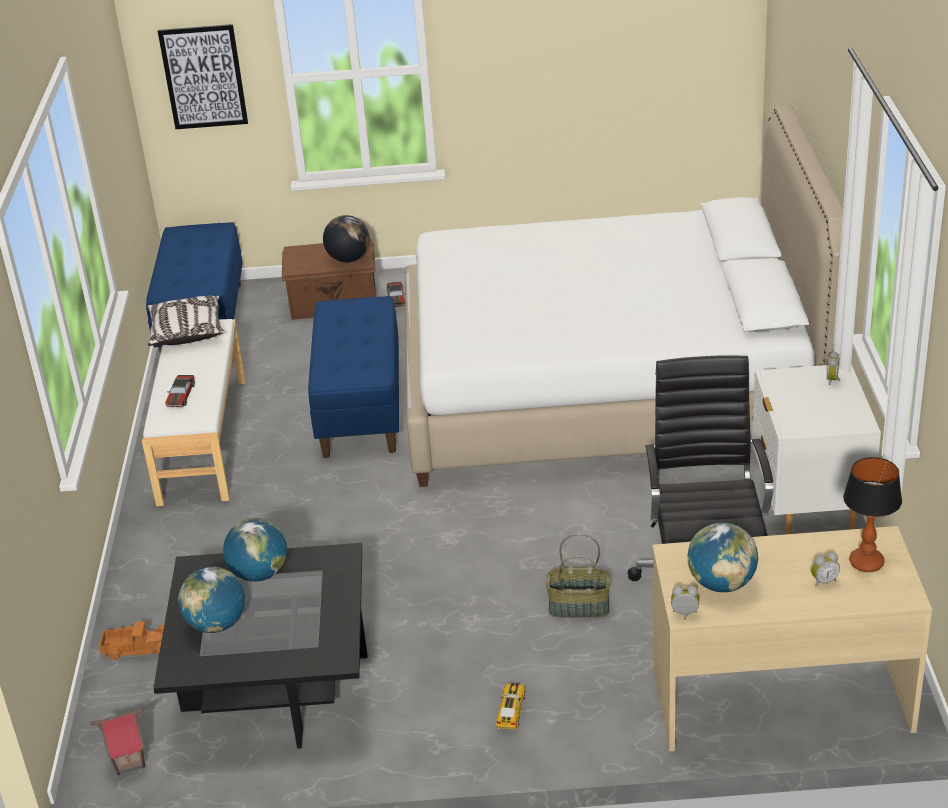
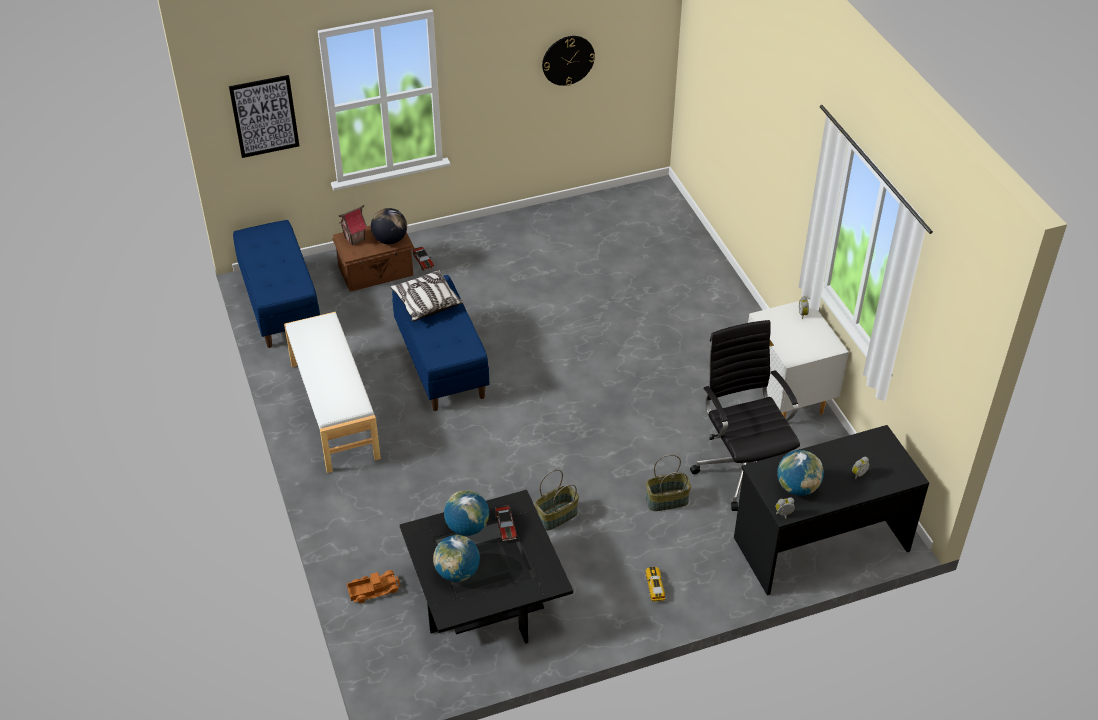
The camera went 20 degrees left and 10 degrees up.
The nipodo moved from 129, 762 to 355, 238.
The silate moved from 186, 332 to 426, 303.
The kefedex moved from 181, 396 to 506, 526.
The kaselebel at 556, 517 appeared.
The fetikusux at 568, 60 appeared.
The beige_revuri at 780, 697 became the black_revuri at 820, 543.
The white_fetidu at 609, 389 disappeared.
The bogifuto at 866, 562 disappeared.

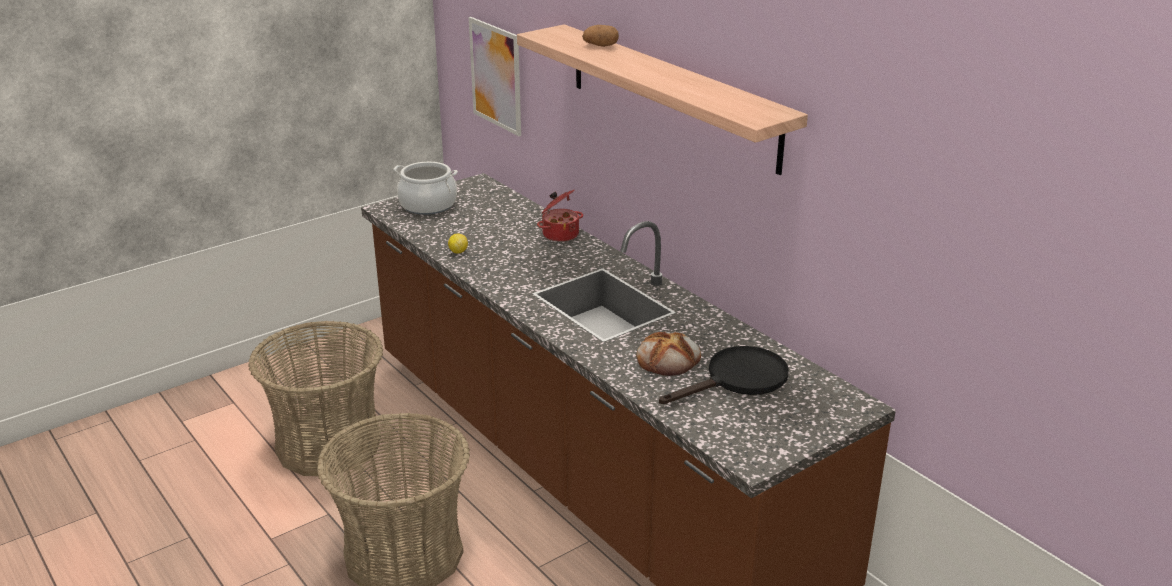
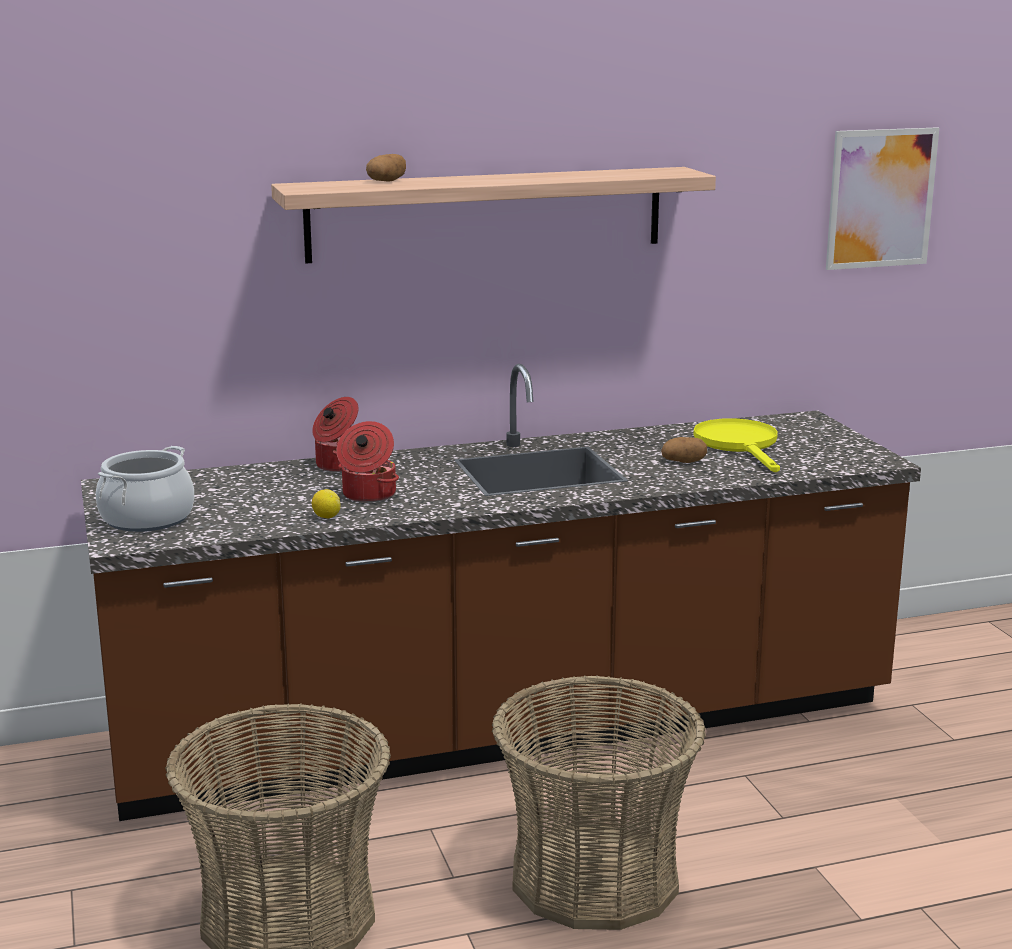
The camera went 70 degrees left and 10 degrees down.
The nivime at 368, 495 appeared.
The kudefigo at 668, 359 was replaced by the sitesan at 683, 462.
The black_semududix at 738, 379 became the yellow_semududix at 740, 445.
The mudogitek moved from 496, 76 to 881, 198.

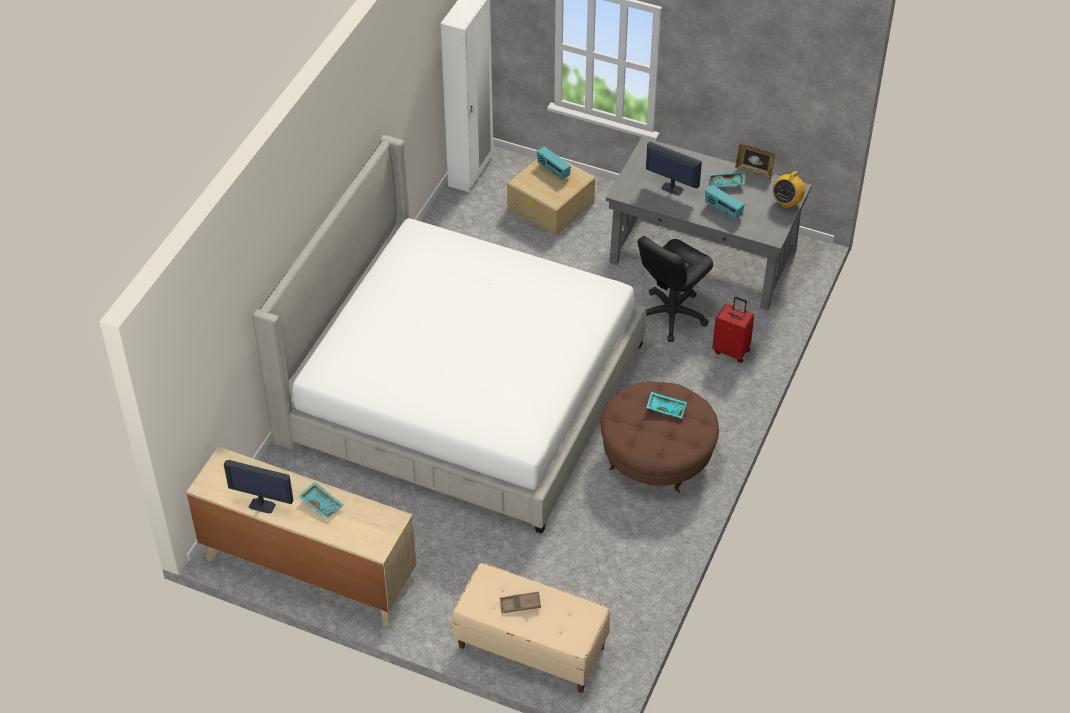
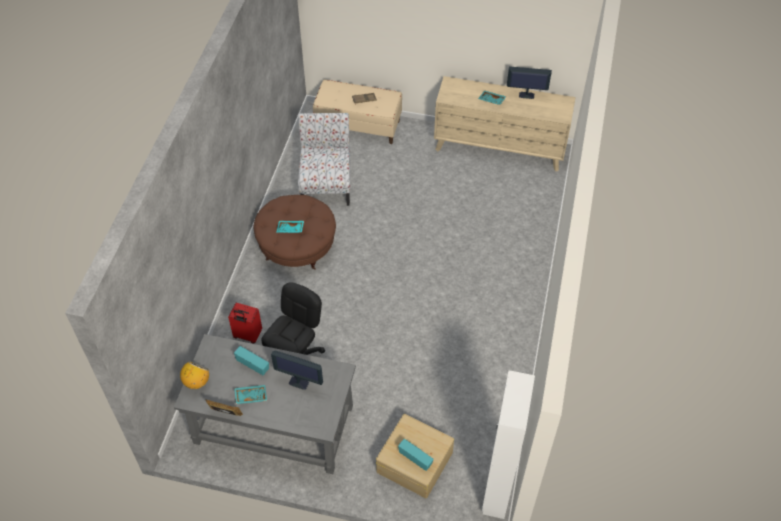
The camera went 170 degrees right and 5 degrees up.
The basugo at 326, 183 appeared.
The fetidu at 462, 392 disappeared.

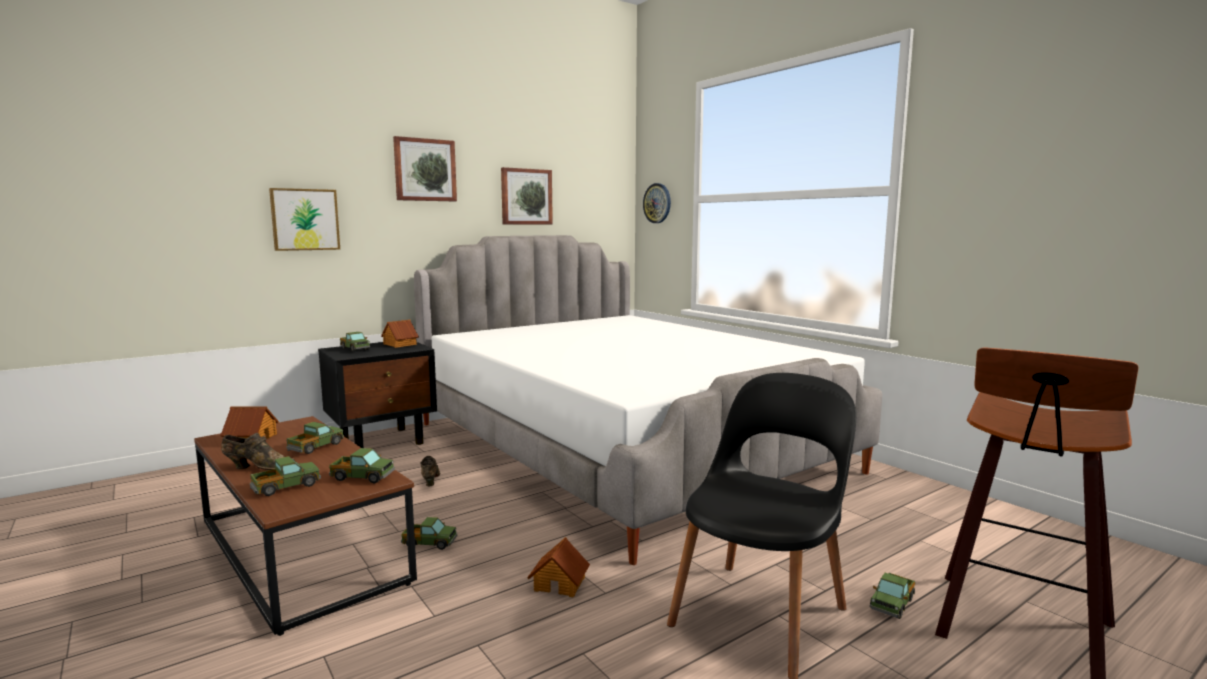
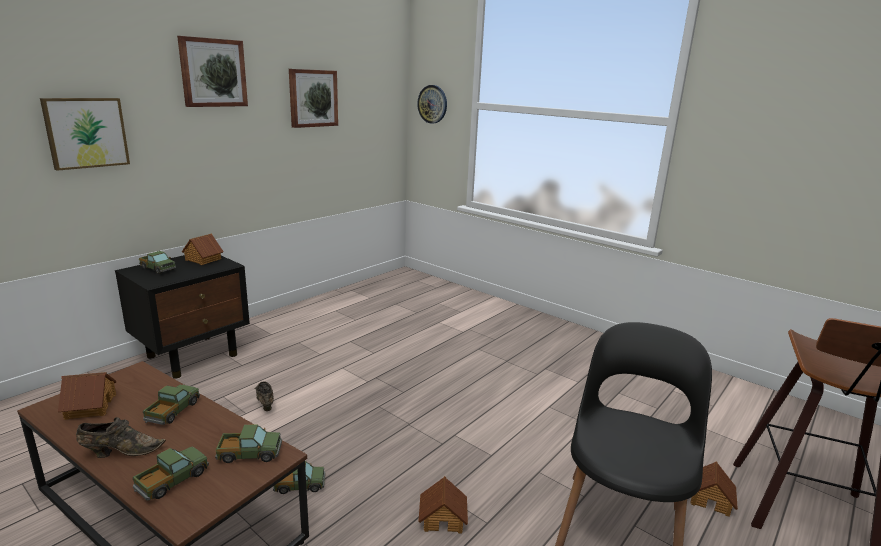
The camera went 15 degrees left and 10 degrees up.
The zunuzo at 892, 604 was replaced by the nipodo at 709, 499.
The fetidu at 624, 446 disappeared.

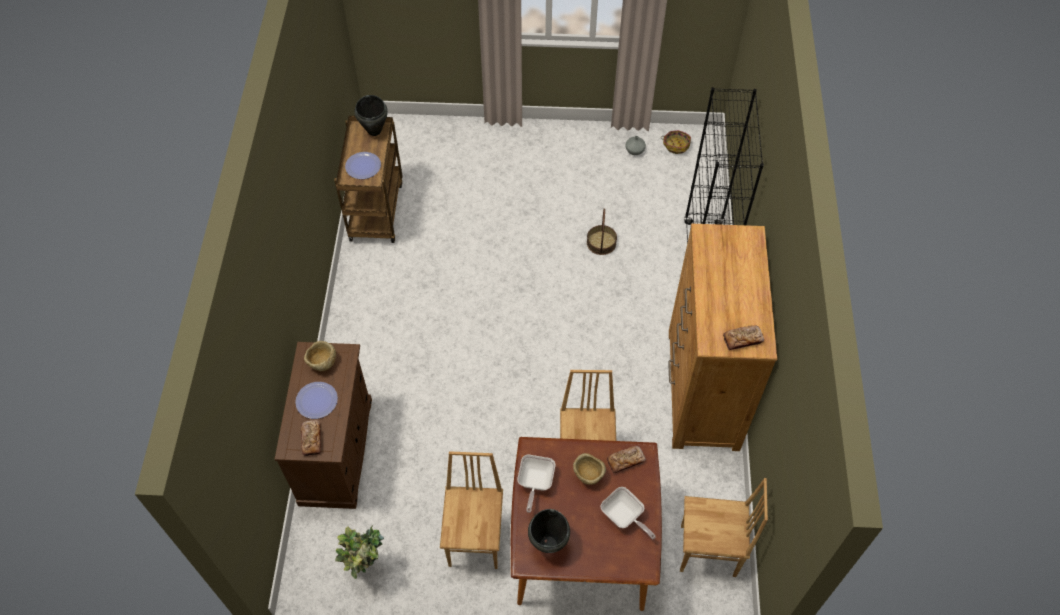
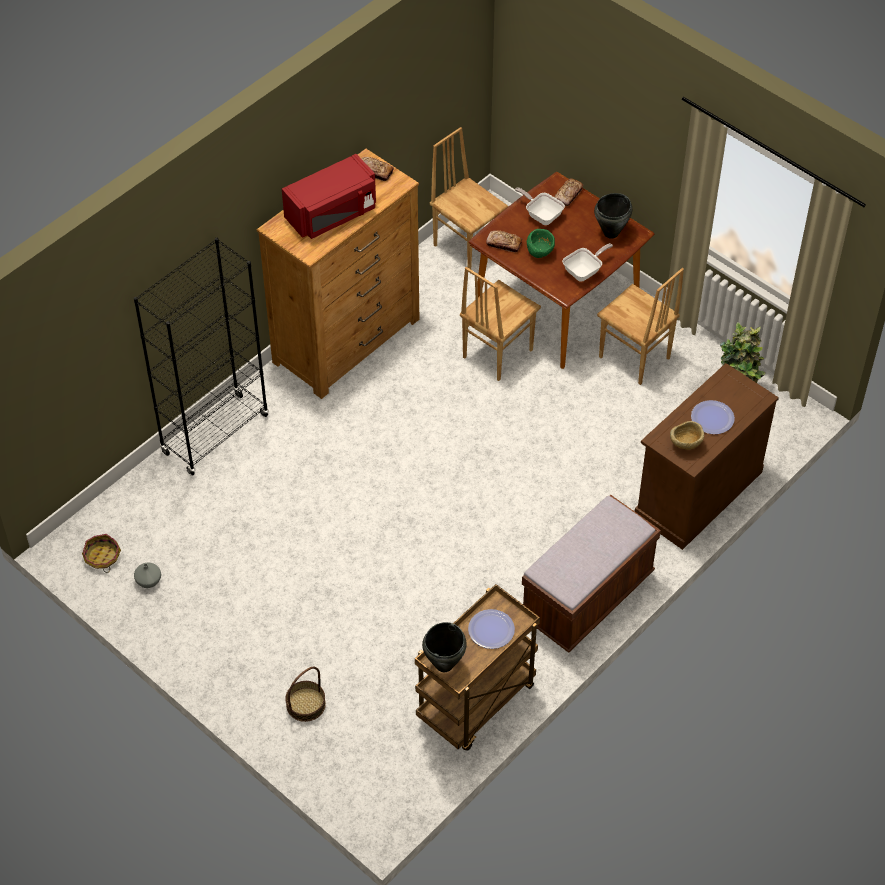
The camera went 140 degrees left and 5 degrees down.
The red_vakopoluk at 332, 214 appeared.
The kaselebel moved from 601, 243 to 305, 704.
The semududix at 624, 517 turned 45 degrees counterclockwise.
The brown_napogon at 587, 597 appeared.
The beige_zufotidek at 588, 475 became the green_zufotidek at 540, 252.
The kudefigo moved from 311, 439 to 568, 195.
The brown_basugo at 476, 540 turned 90 degrees counterclockwise.

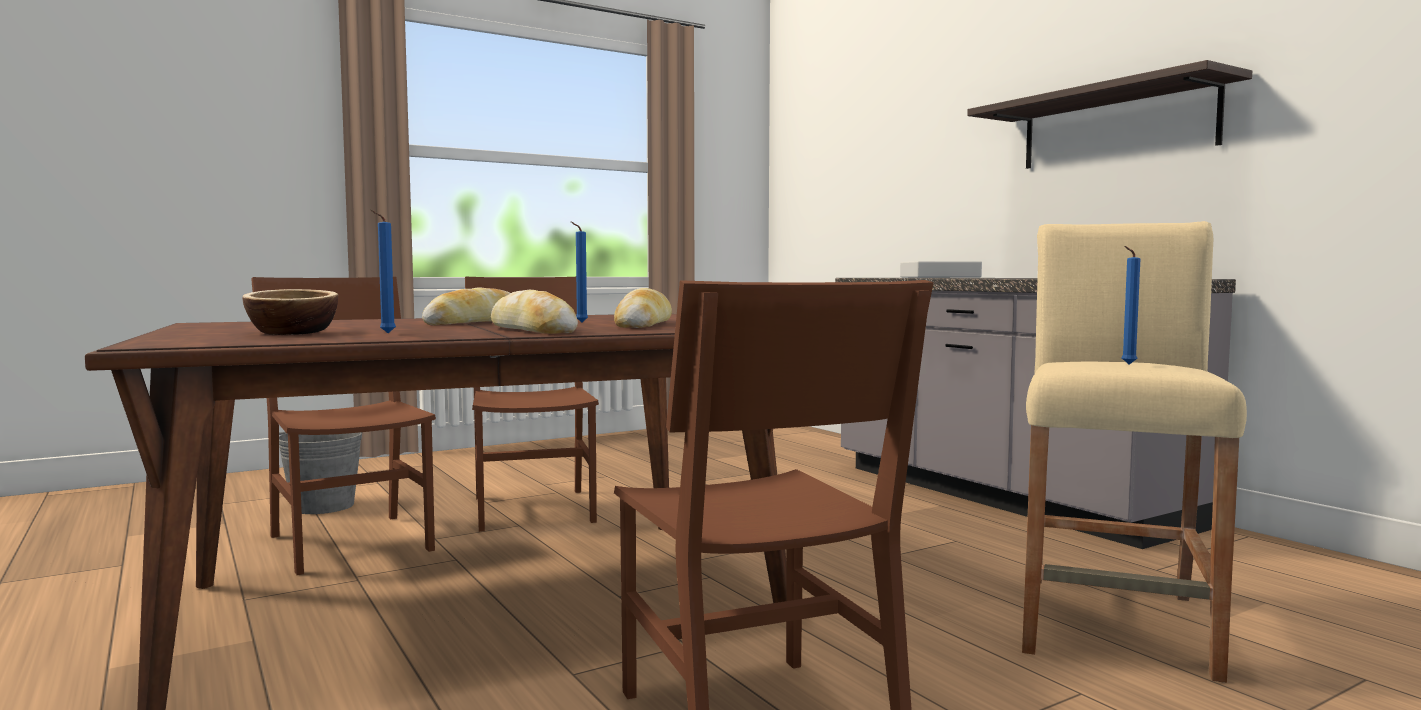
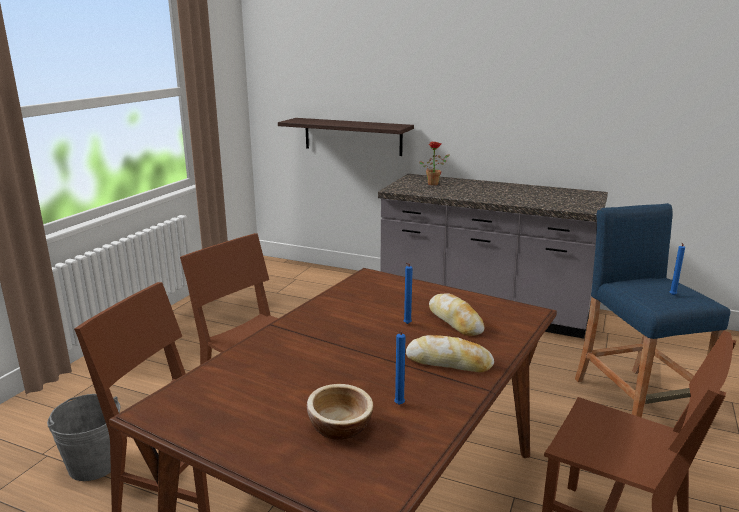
The camera went 35 degrees left and 15 degrees up.
The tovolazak moved from 1116, 126 to 352, 136.
The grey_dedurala at 939, 277 was replaced by the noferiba at 434, 183.
The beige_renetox at 1114, 623 became the blue_renetox at 635, 400.
The kudefigo at 476, 323 disappeared.

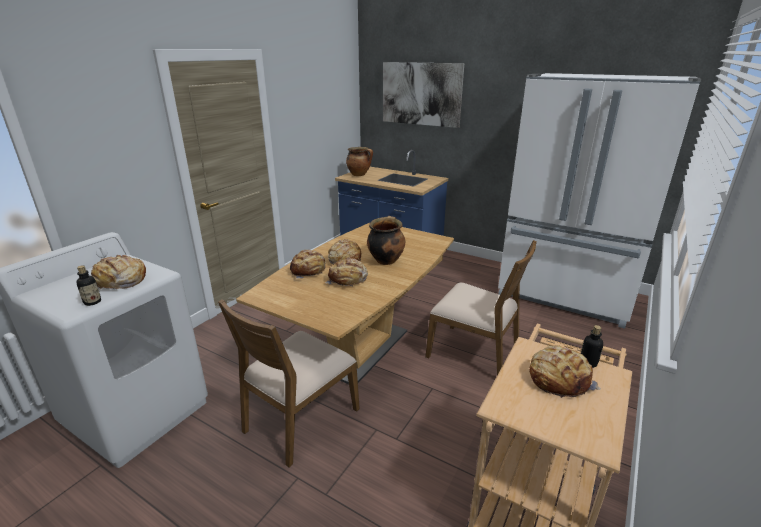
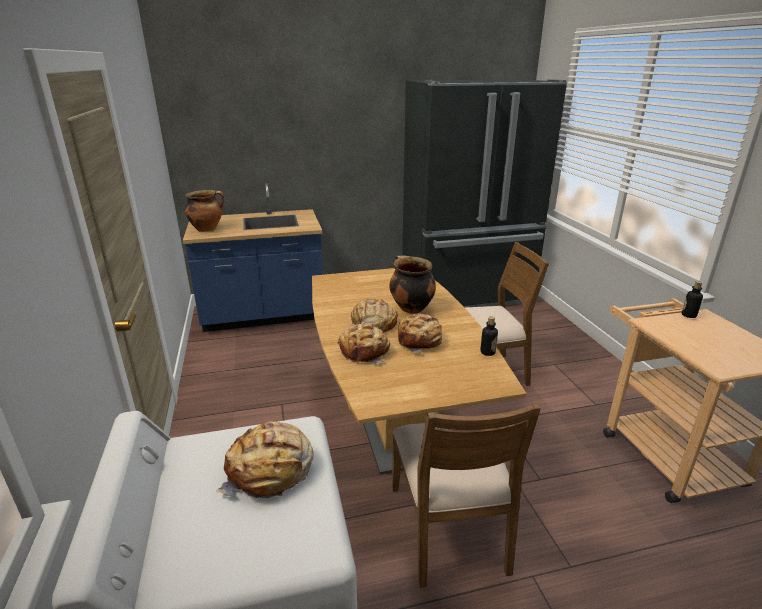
The camera went 45 degrees left and 0 degrees up.
The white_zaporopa at 565, 295 became the black_zaporopa at 467, 296.
The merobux moved from 92, 302 to 487, 352.
The mudogitek at 421, 94 disappeared.
The kudefigo at 558, 379 disappeared.

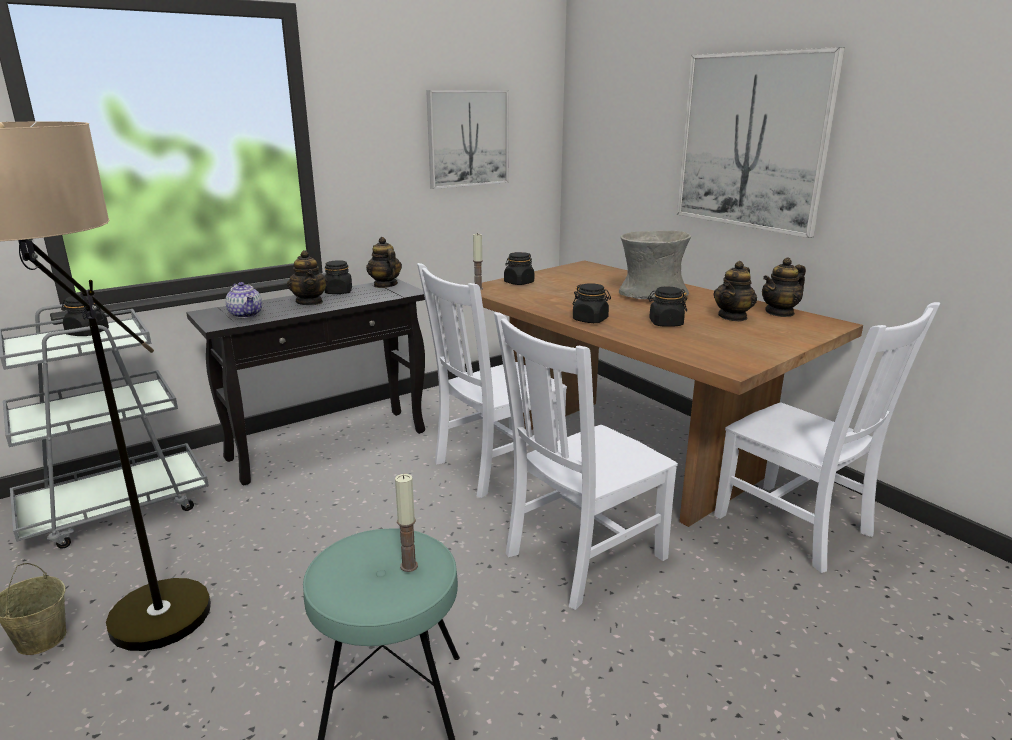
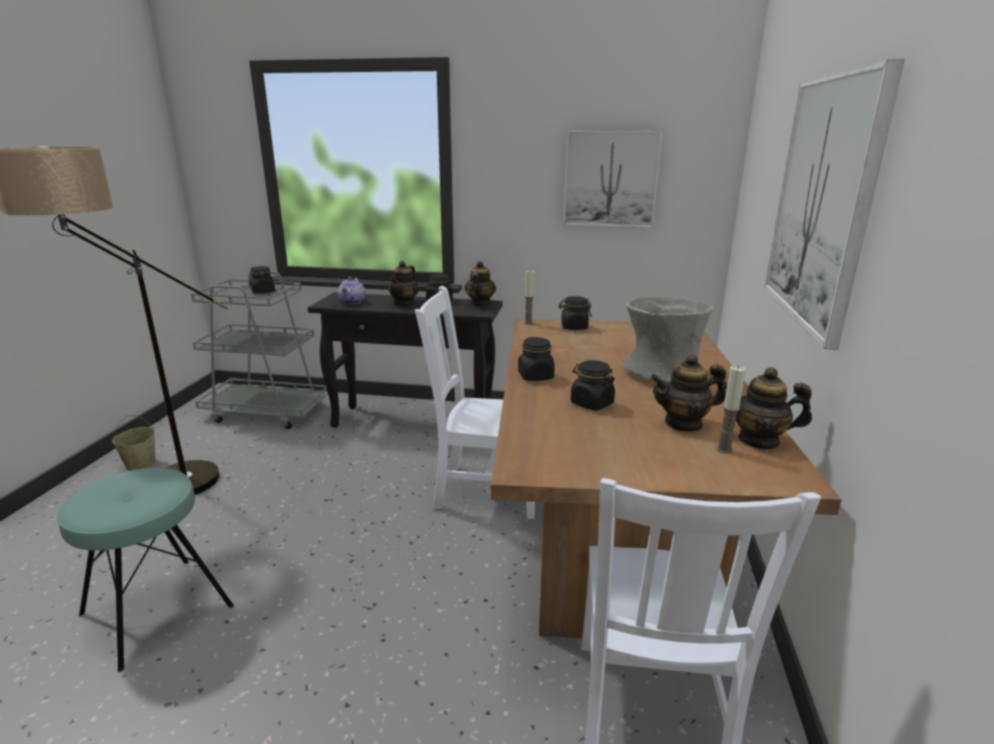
The camera went 45 degrees right and 0 degrees up.
The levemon moved from 409, 566 to 724, 449.
The white_basugo at 581, 558 disappeared.

